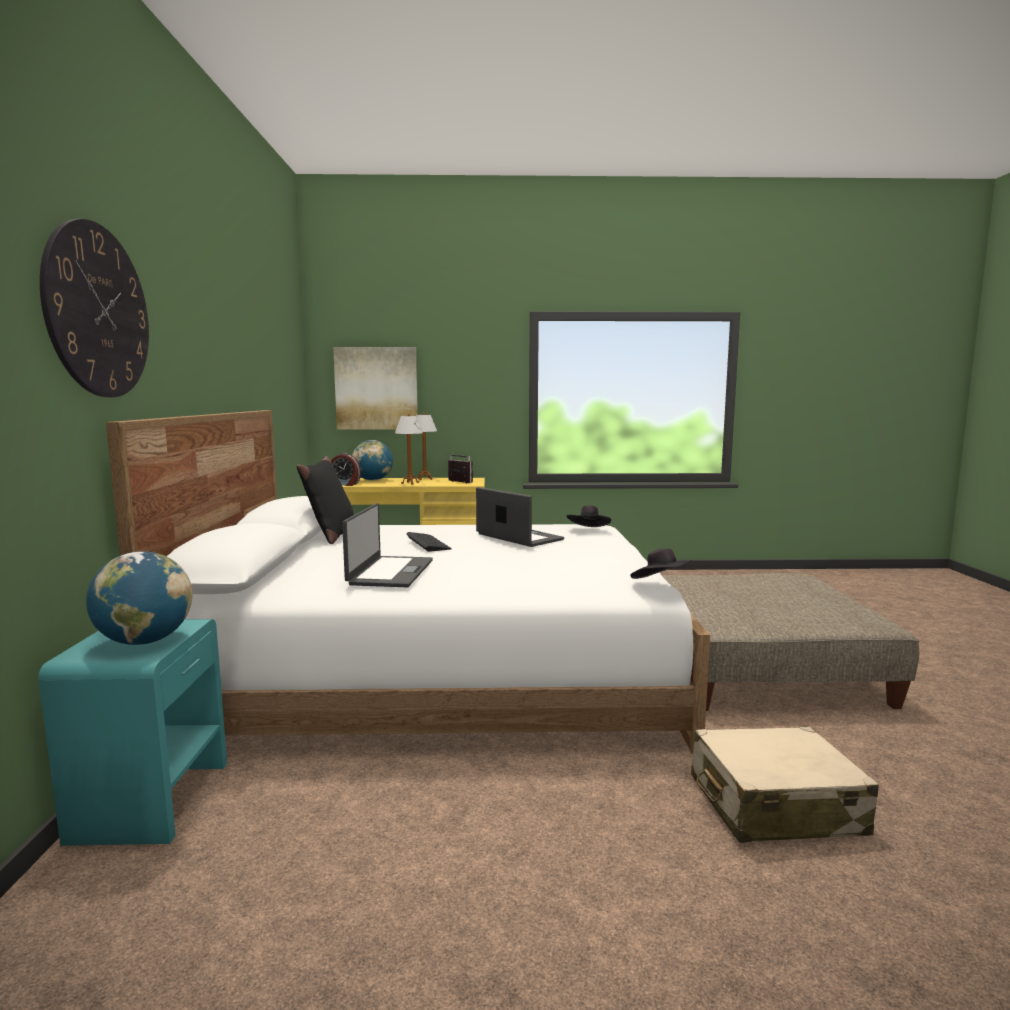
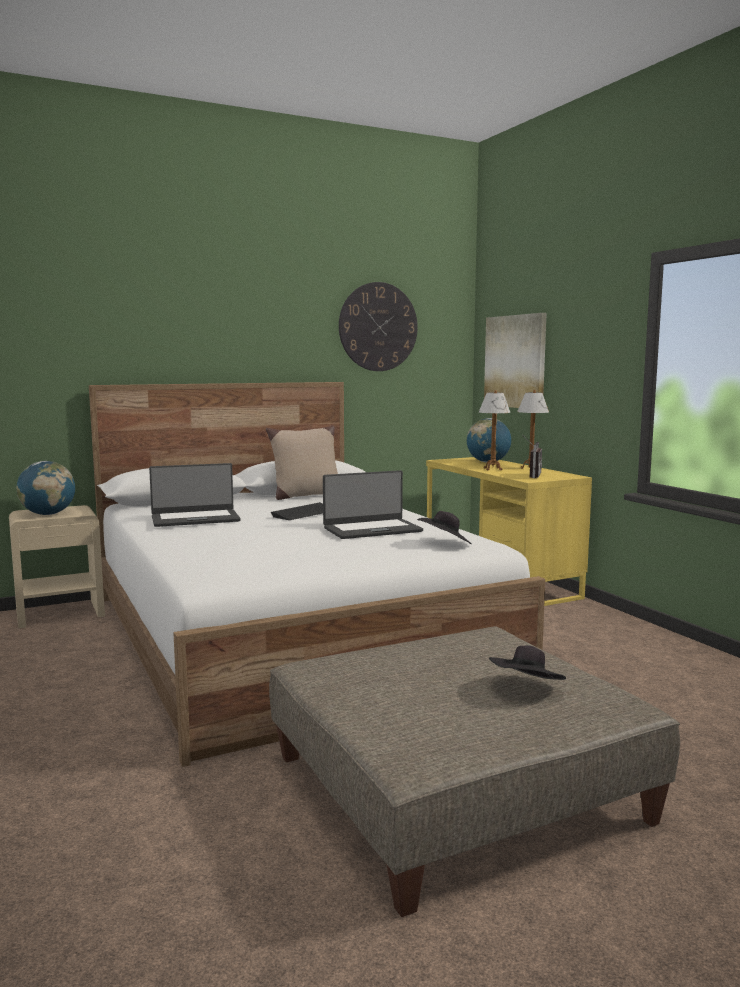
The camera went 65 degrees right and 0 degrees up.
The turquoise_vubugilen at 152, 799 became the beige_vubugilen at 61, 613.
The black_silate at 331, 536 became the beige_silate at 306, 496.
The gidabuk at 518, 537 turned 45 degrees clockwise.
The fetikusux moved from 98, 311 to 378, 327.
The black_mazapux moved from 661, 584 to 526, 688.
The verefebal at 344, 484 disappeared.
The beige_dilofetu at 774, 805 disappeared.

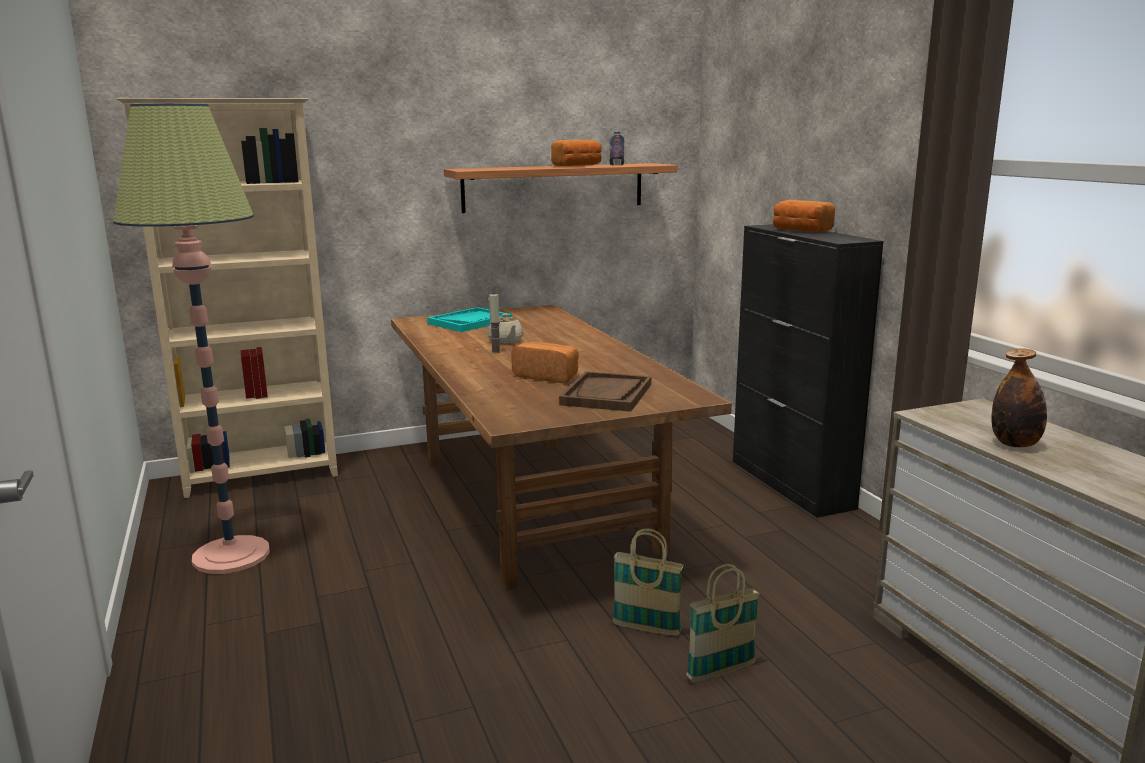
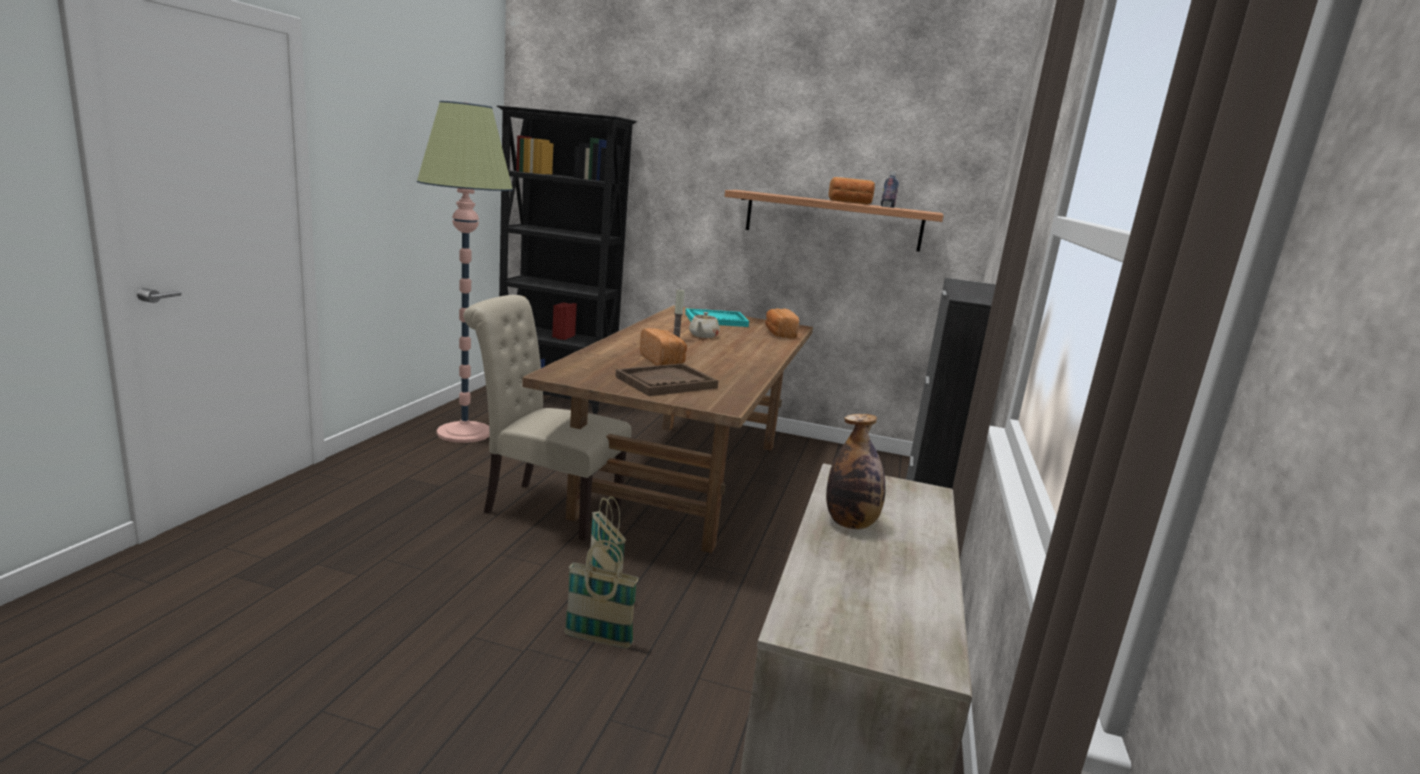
The camera went 35 degrees right and 0 degrees up.
The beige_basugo at 545, 508 appeared.
The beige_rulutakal at 263, 476 became the black_rulutakal at 556, 398.
The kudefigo moved from 800, 231 to 779, 334.

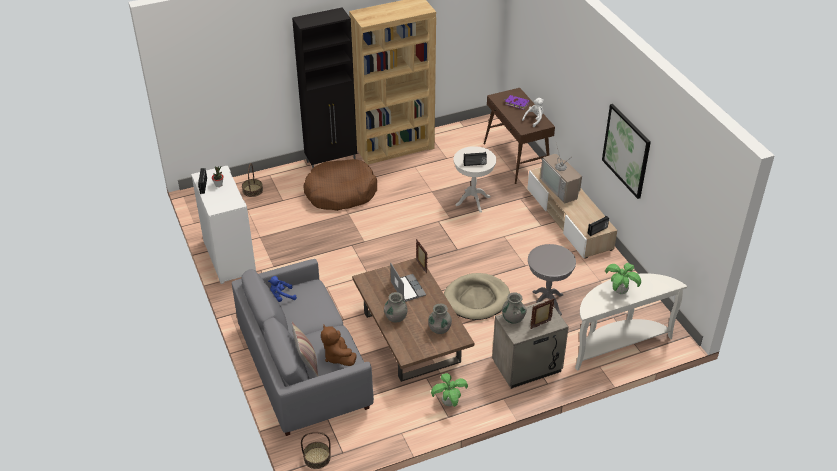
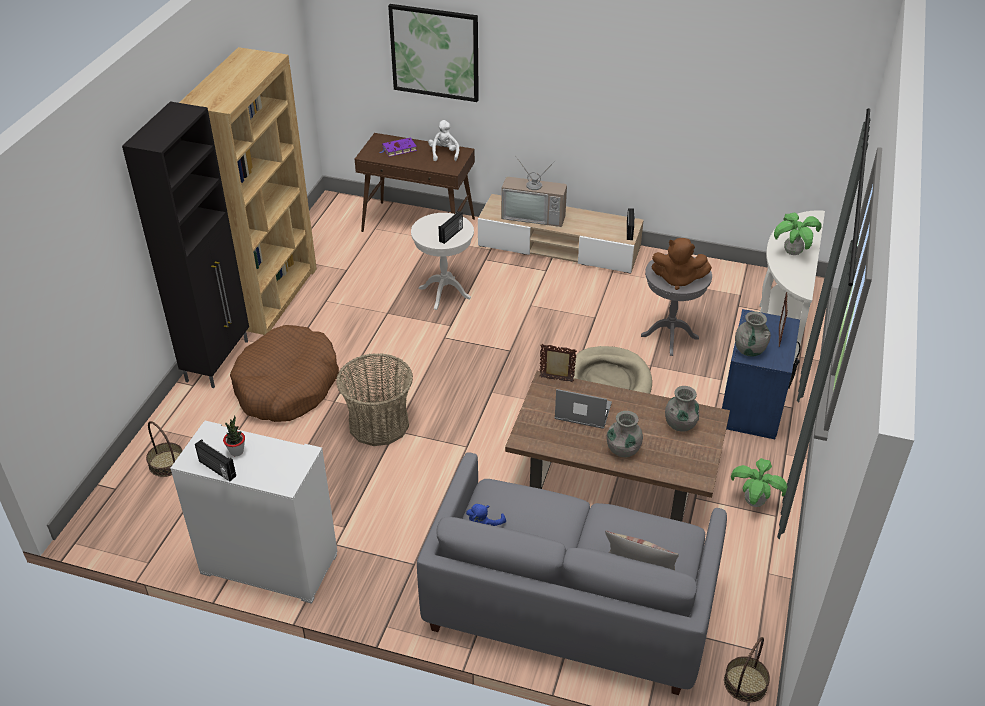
The camera went 50 degrees left and 0 degrees up.
The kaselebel at 379, 424 appeared.
The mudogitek moved from 626, 150 to 435, 52.
The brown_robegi moved from 338, 356 to 677, 279.
The beige_vubugilen at 527, 367 became the blue_vubugilen at 753, 407.

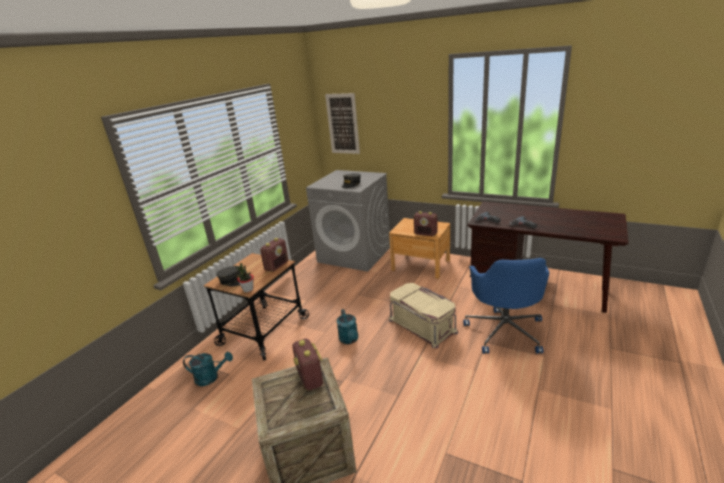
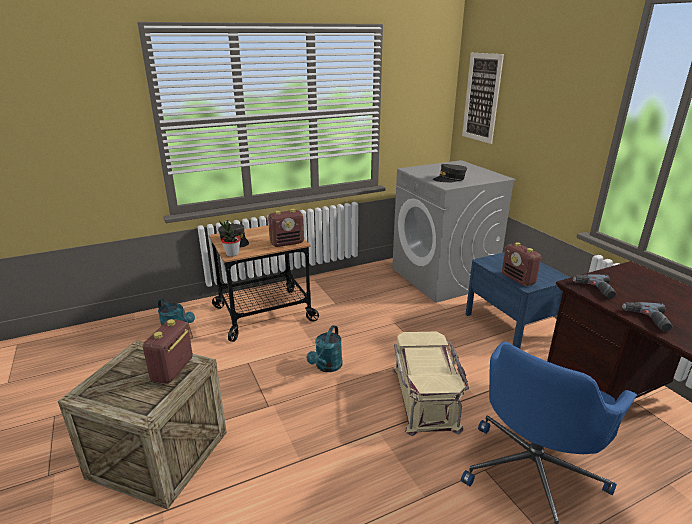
The camera went 35 degrees right and 0 degrees up.
The brown_vubugilen at 421, 265 became the blue_vubugilen at 511, 324.

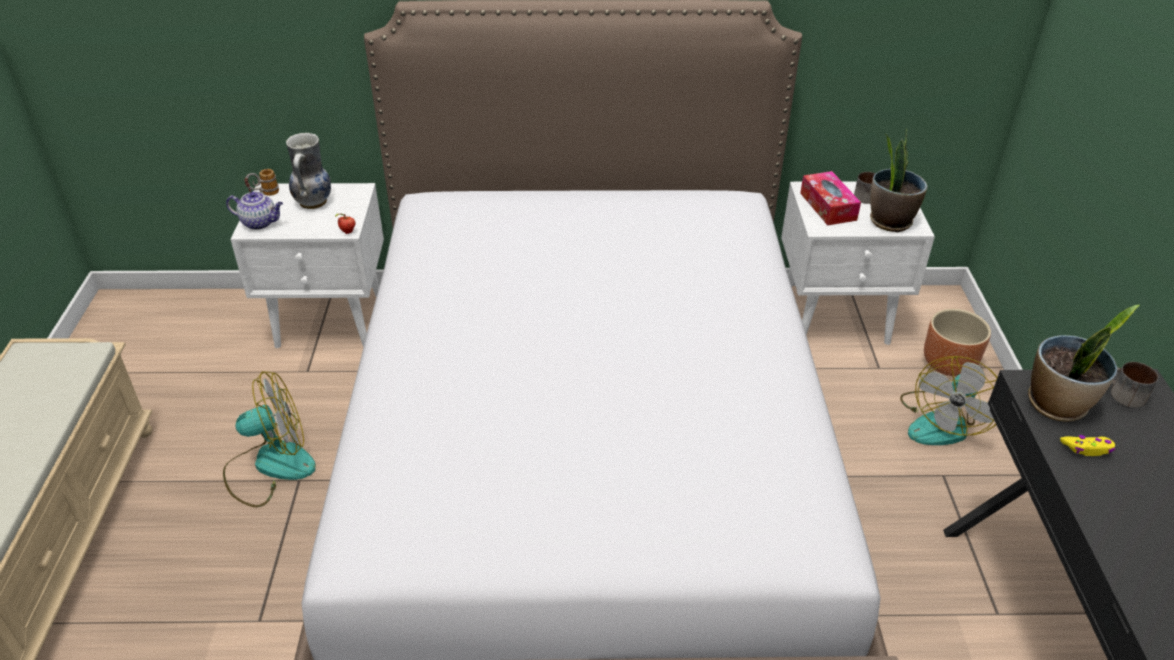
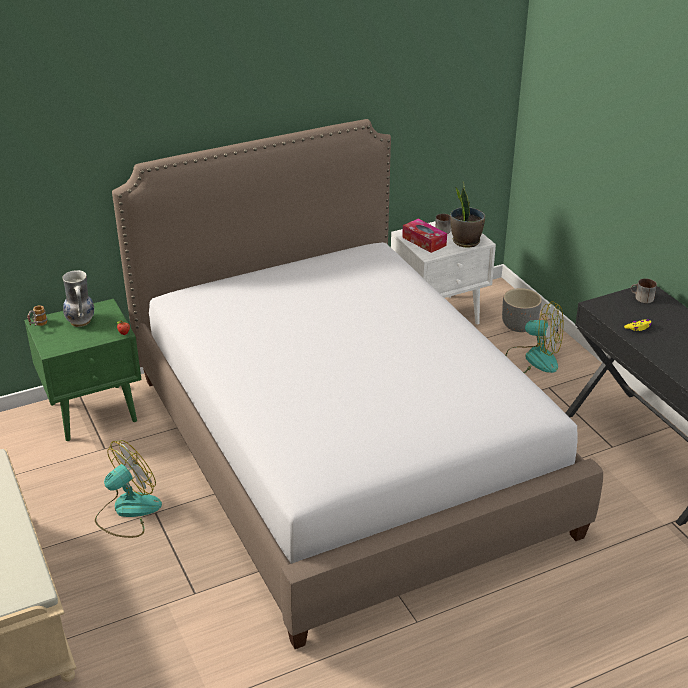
The camera went 25 degrees left and 5 degrees down.
The white_vubugilen at 331, 320 became the green_vubugilen at 95, 412.
The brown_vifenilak at 949, 364 became the grey_vifenilak at 519, 325.
The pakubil at 942, 422 turned 75 degrees counterclockwise.
The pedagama at 260, 223 disappeared.
The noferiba at 1057, 405 disappeared.

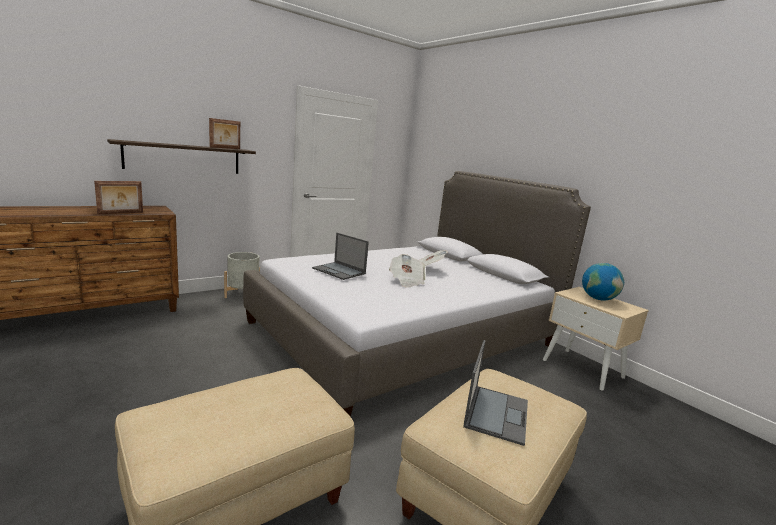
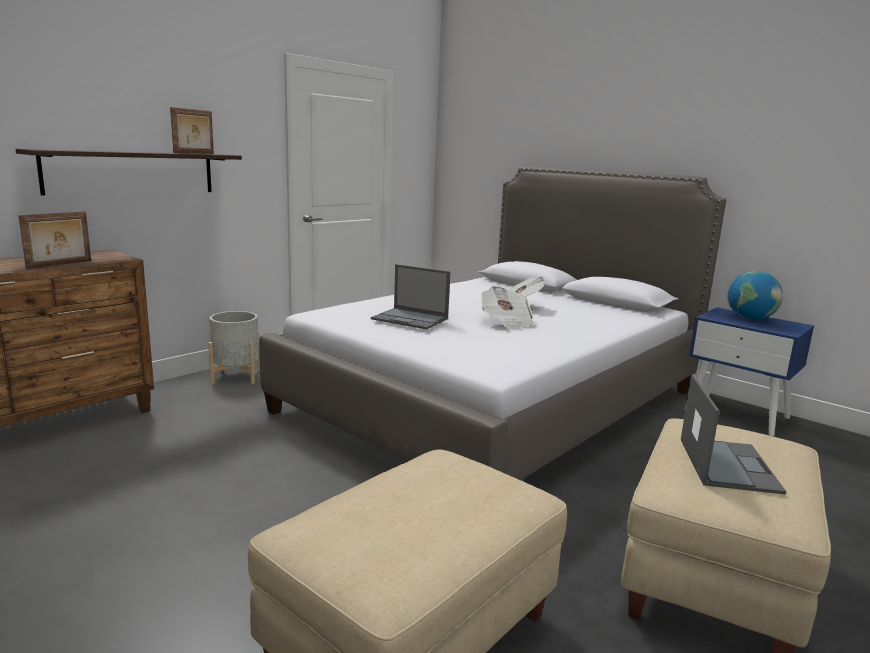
The camera went 10 degrees left and 0 degrees up.
The beige_vubugilen at 583, 368 became the blue_vubugilen at 737, 413.

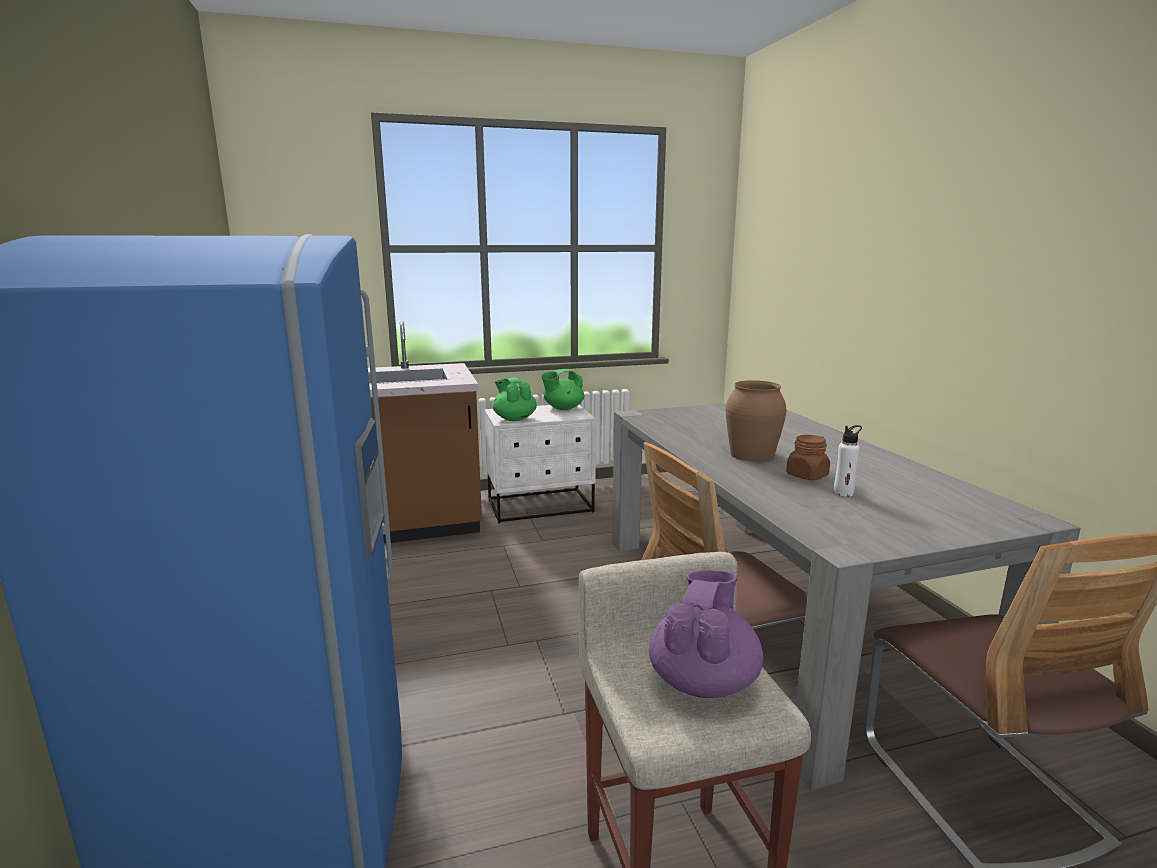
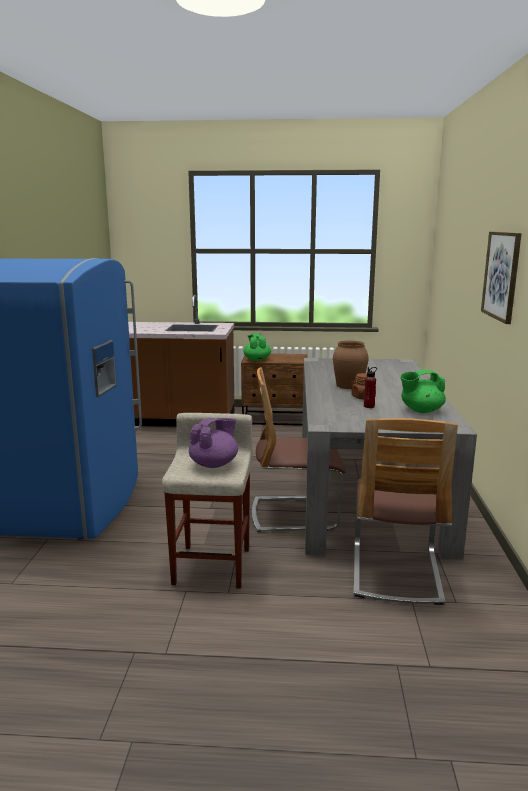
The camera went 20 degrees right and 0 degrees up.
The white_vubugilen at 541, 506 became the brown_vubugilen at 275, 419.
The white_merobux at 843, 493 became the red_merobux at 369, 406.
The green_pedagama moved from 563, 408 to 421, 410.
The mudogitek at 502, 275 appeared.

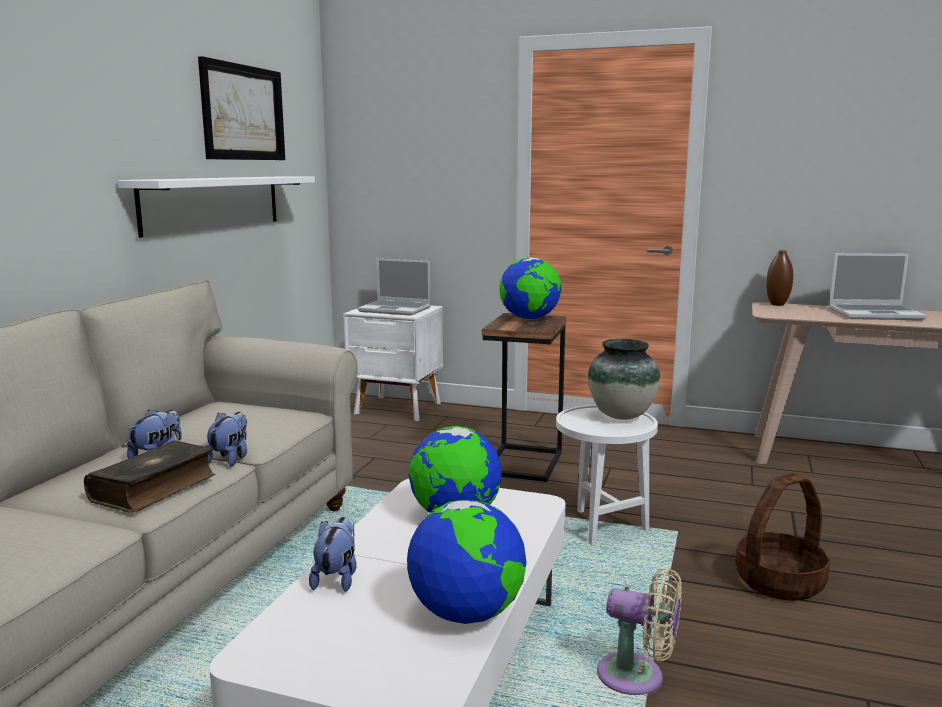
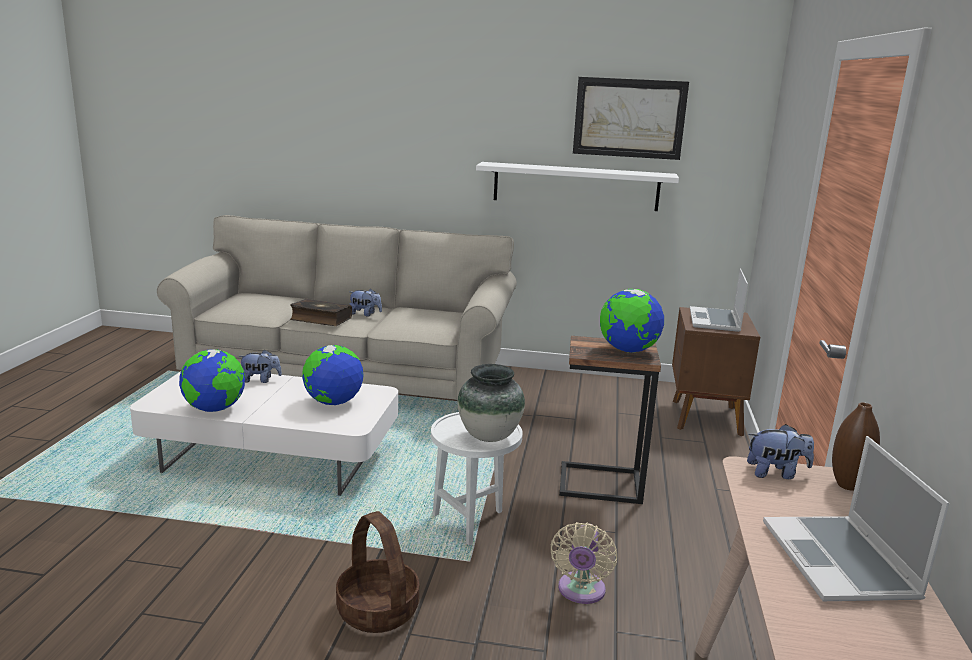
The camera went 80 degrees right and 5 degrees up.
The beige_pakubil moved from 637, 677 to 580, 592.
The white_vubugilen at 398, 409 became the brown_vubugilen at 705, 418.
The robegi moved from 230, 459 to 776, 473.

